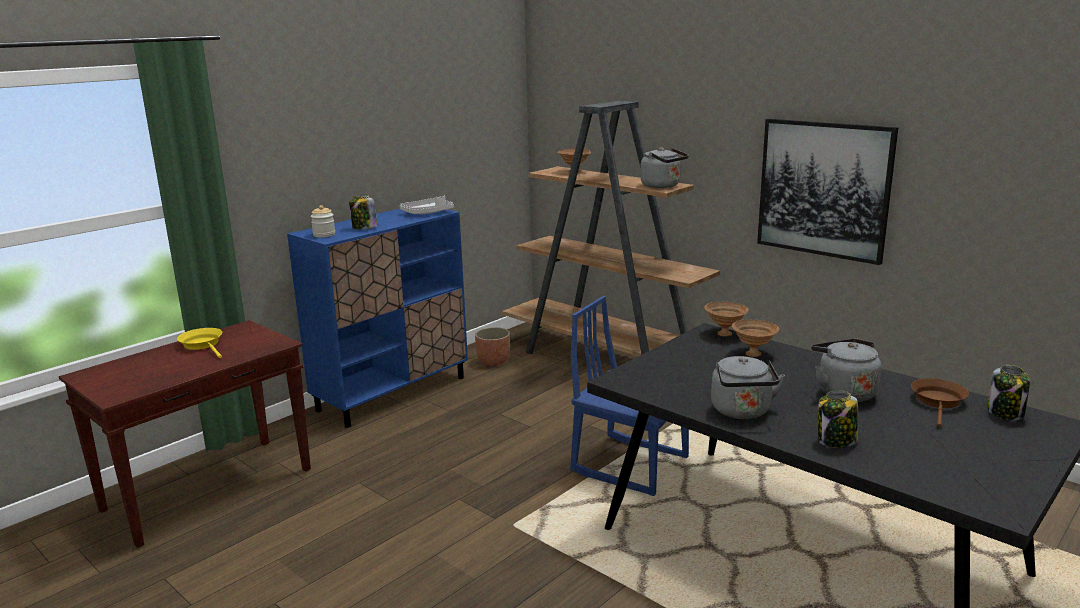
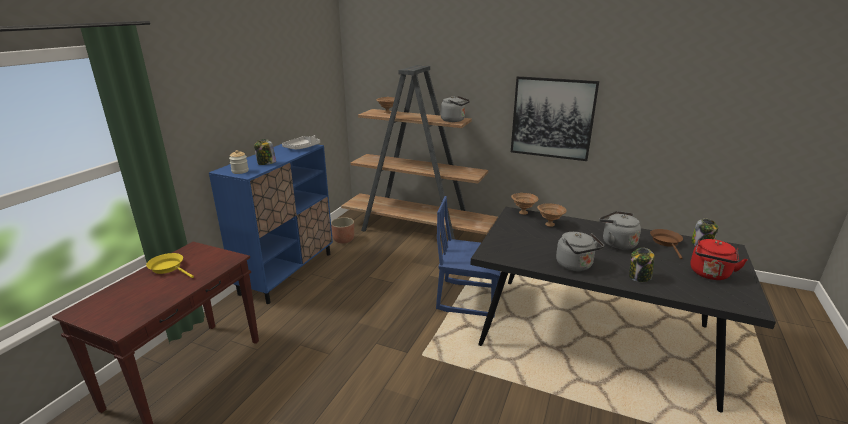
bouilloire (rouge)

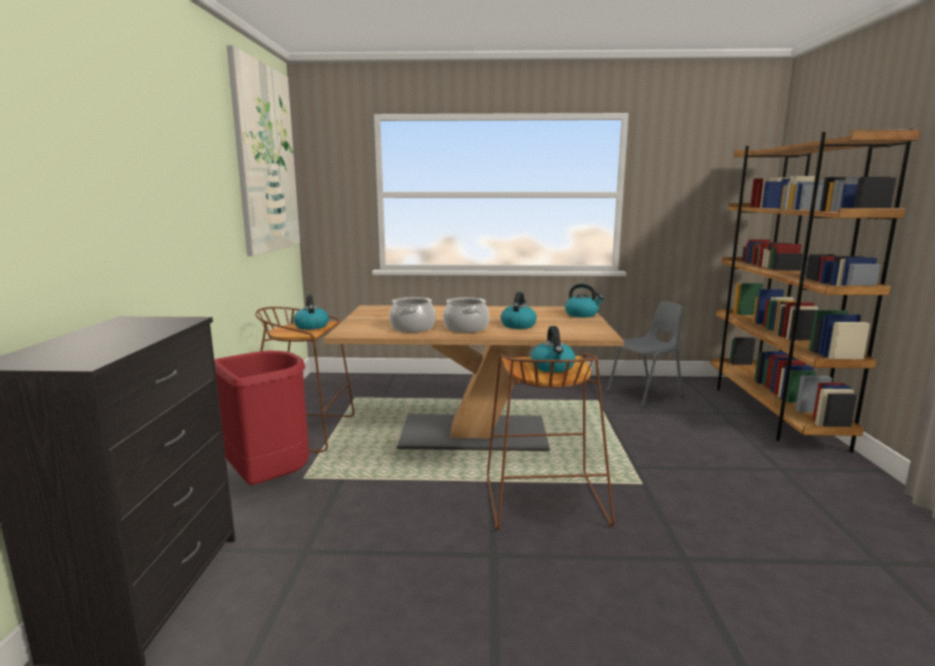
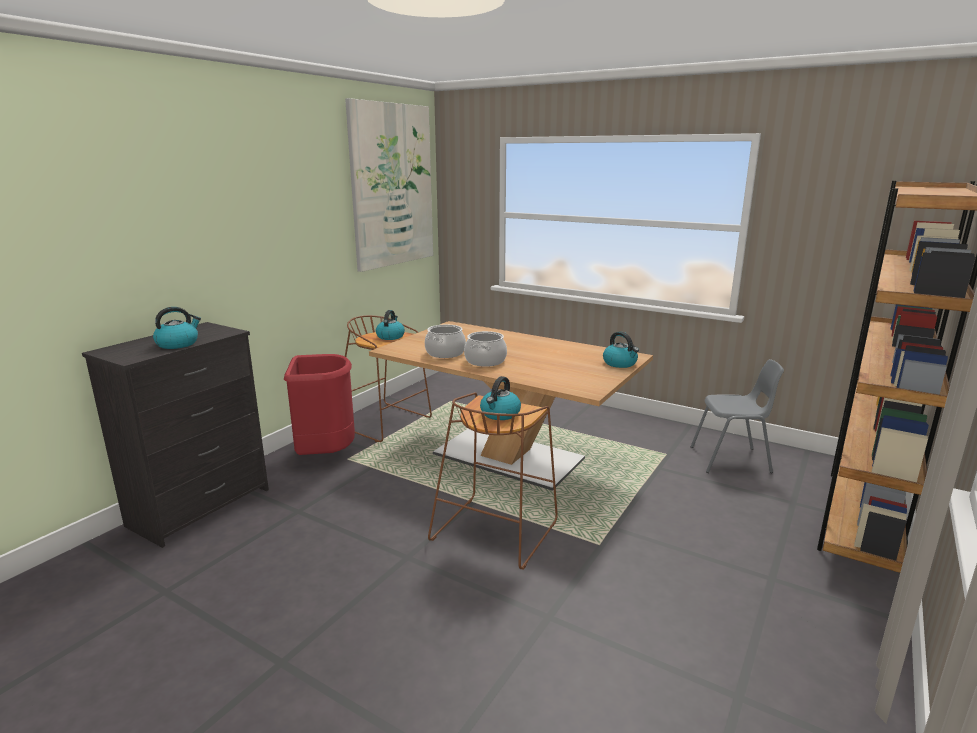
bouilloire (no. 1 from left)

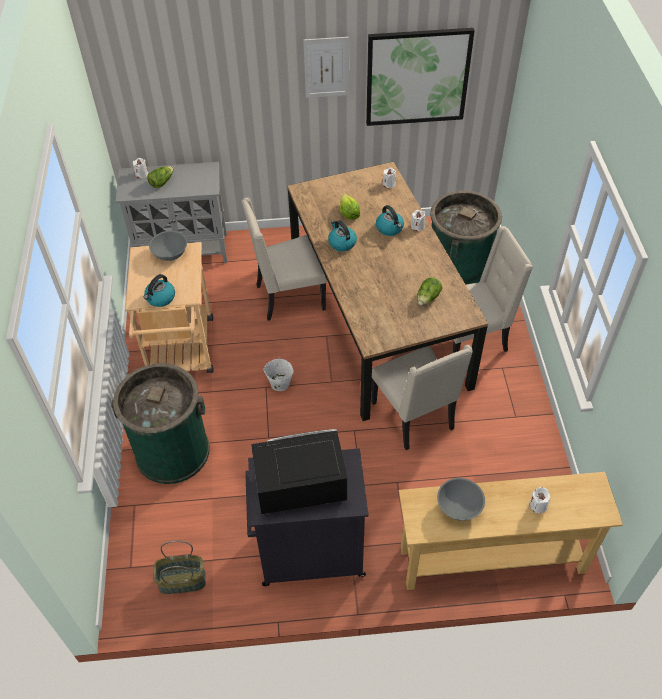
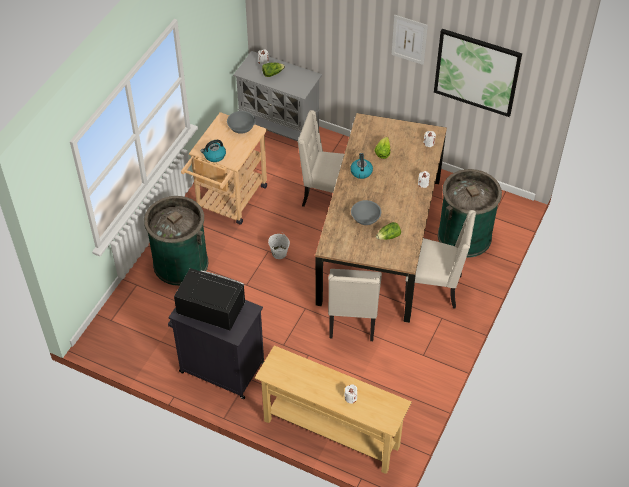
panier; bouilloire (no. 3 from left in the first image); bol (gris) (no. 2 from left)

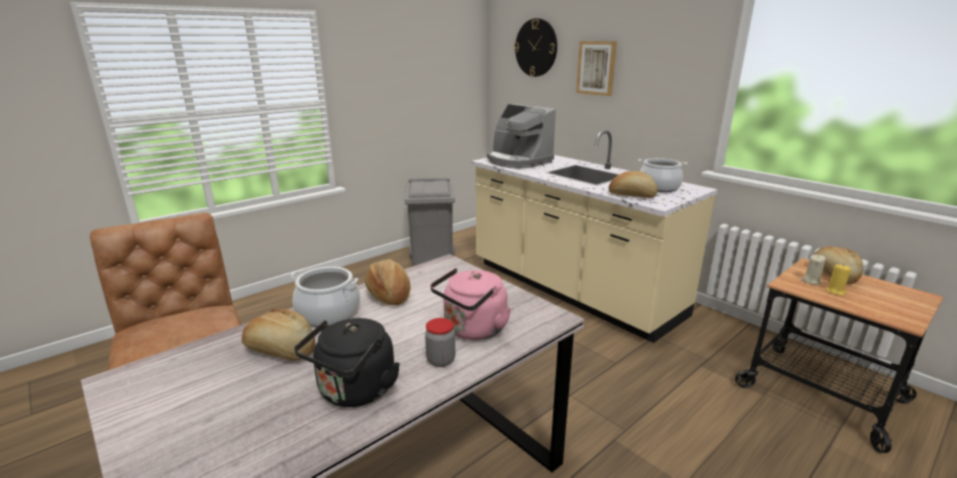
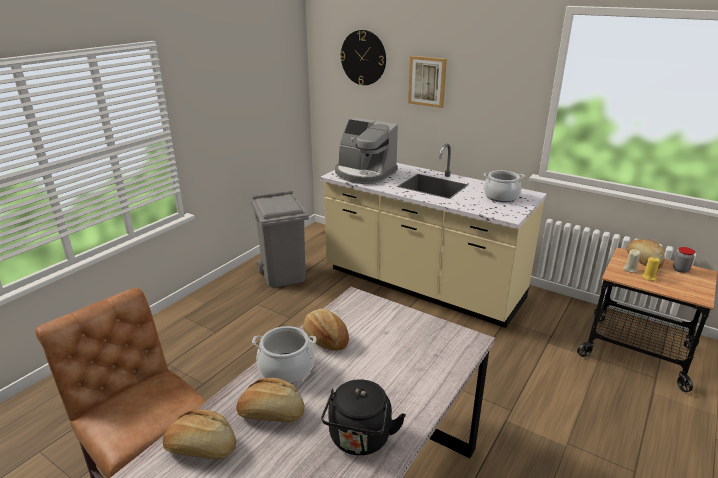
bocal; bouilloire (rose); pain (no. 1 from left)

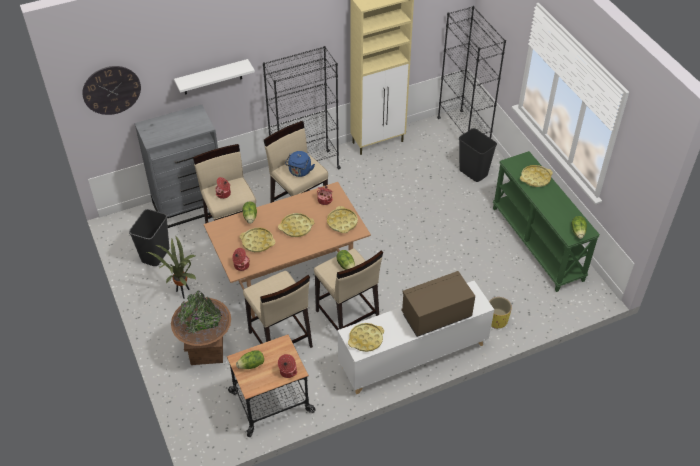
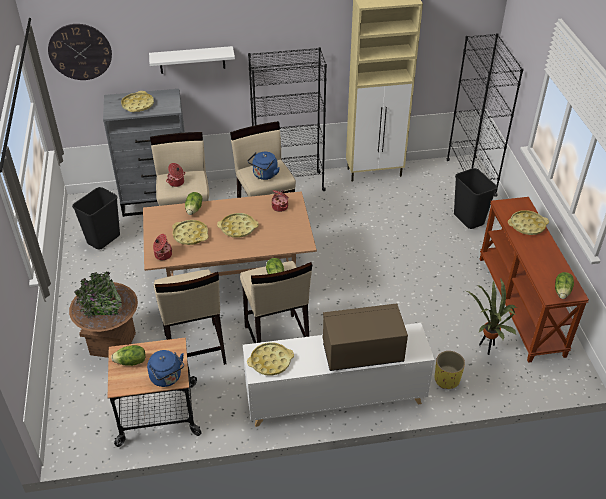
plante en pot; bouilloire (bleu) (no. 1 from left); plateau (jaune) (no. 1 from left); table console (marron)

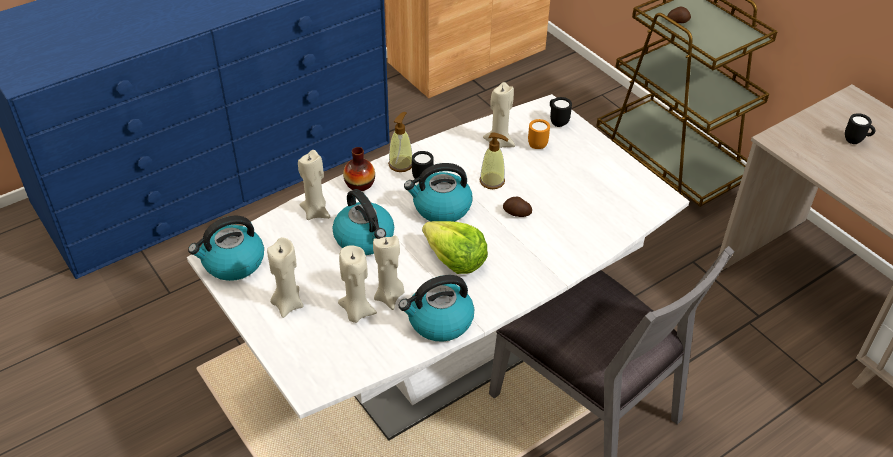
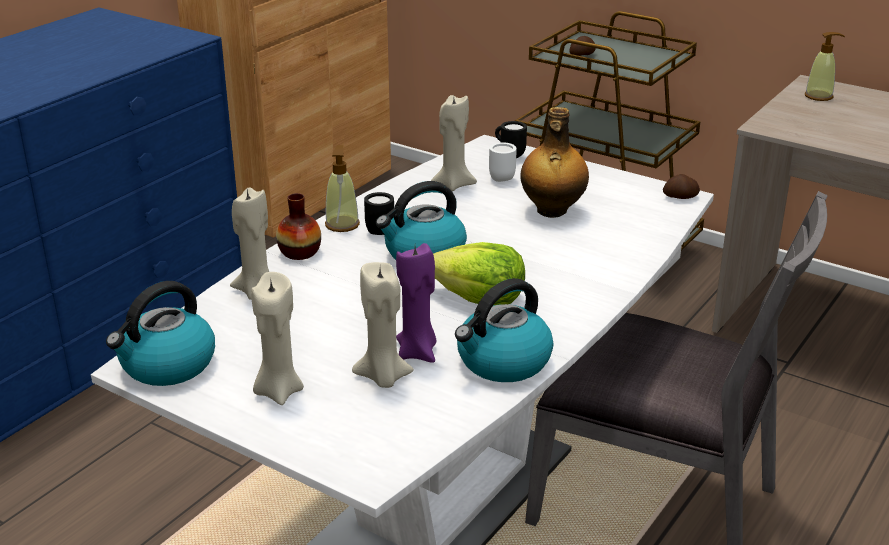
bouilloire (no. 2 from left in the first image); bougie (violet); distributeur de savon (no. 2 from left); pomme de terre (no. 2 from left); mug (blanc); mug (noir) (no. 3 from left in the first image); bouteille

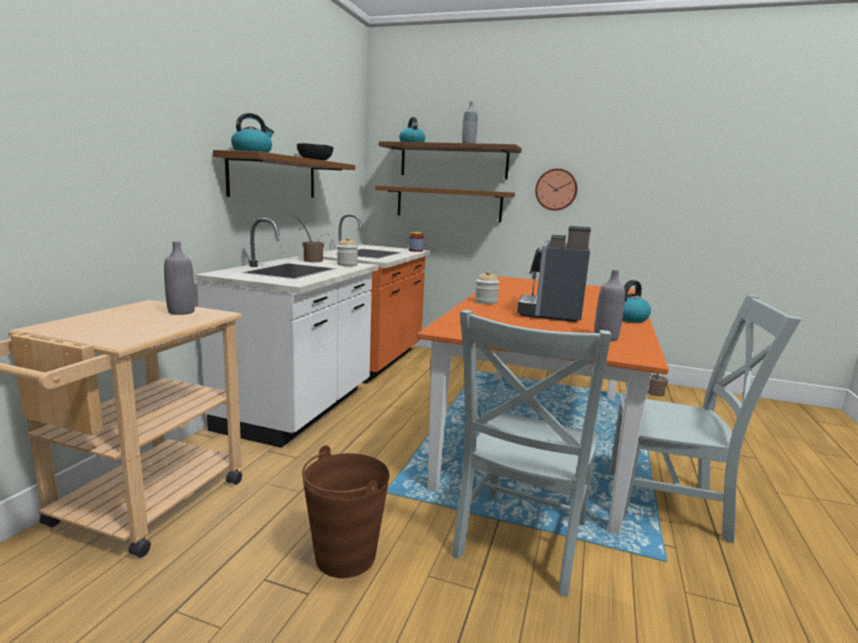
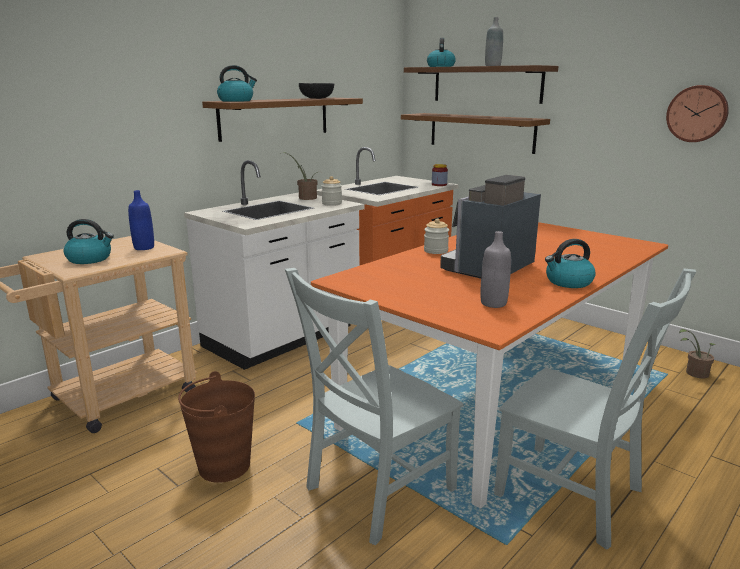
bouteille (bleu); horloge murale; bouilloire (no. 1 from left)

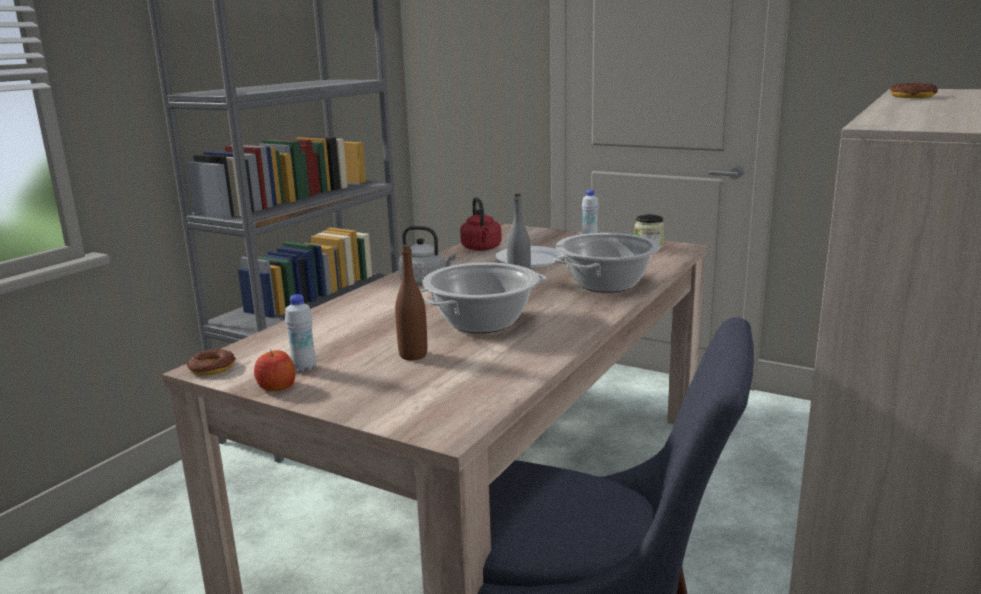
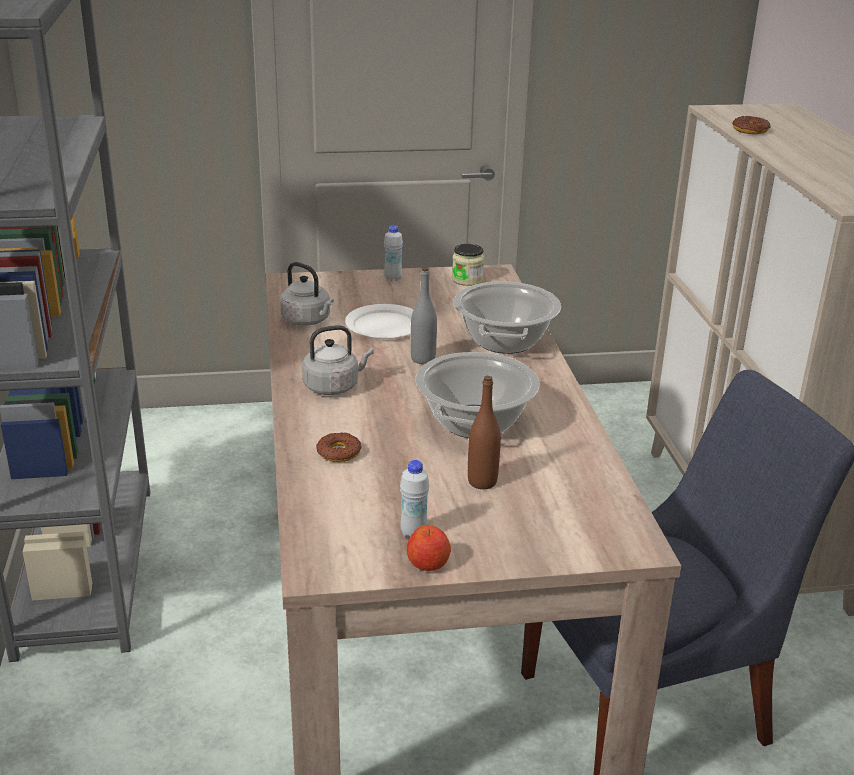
beignet (no. 1 from left); bouilloire (gris) (no. 1 from left)

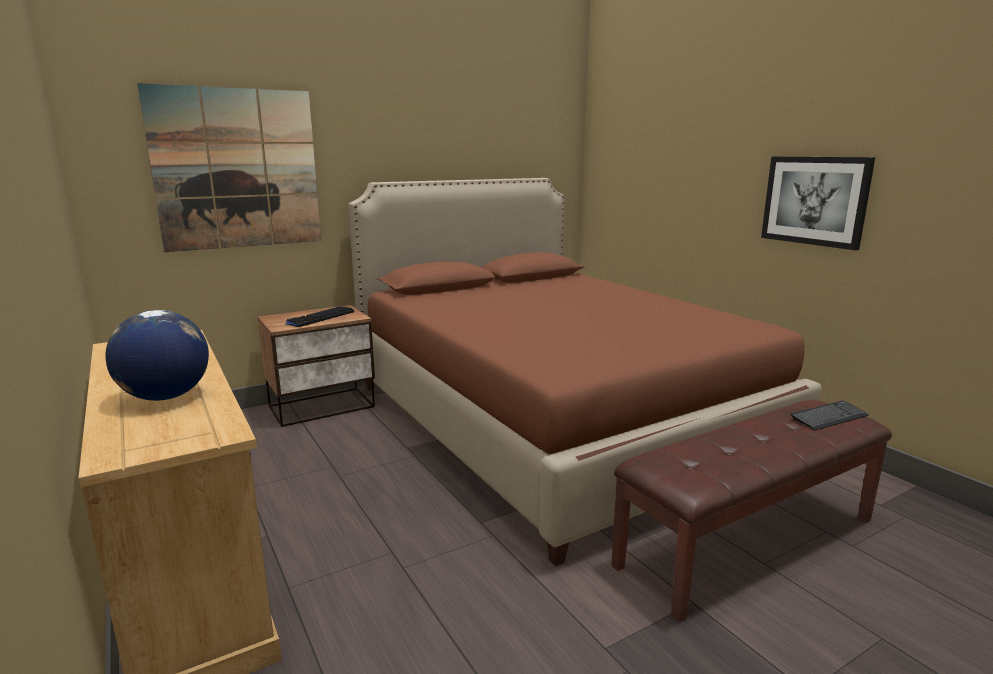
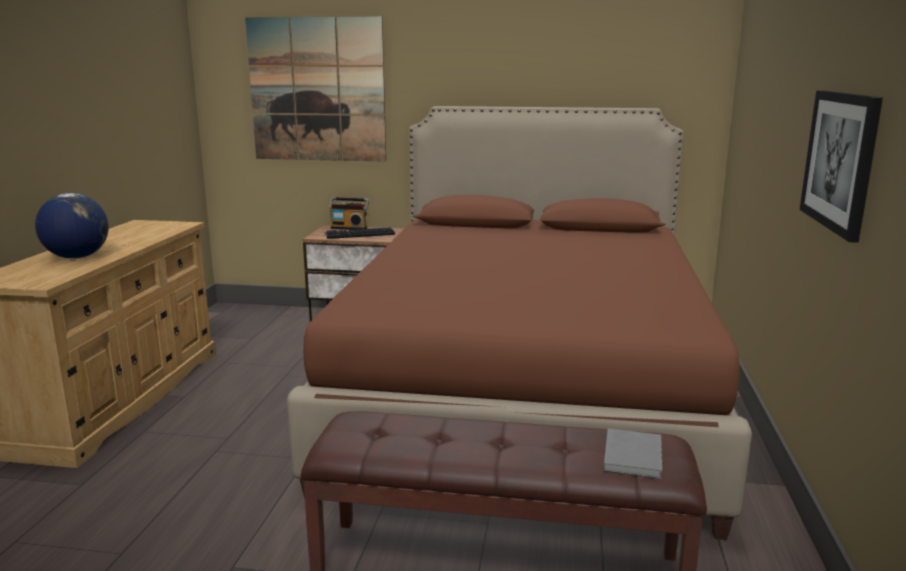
livre (gris); radio

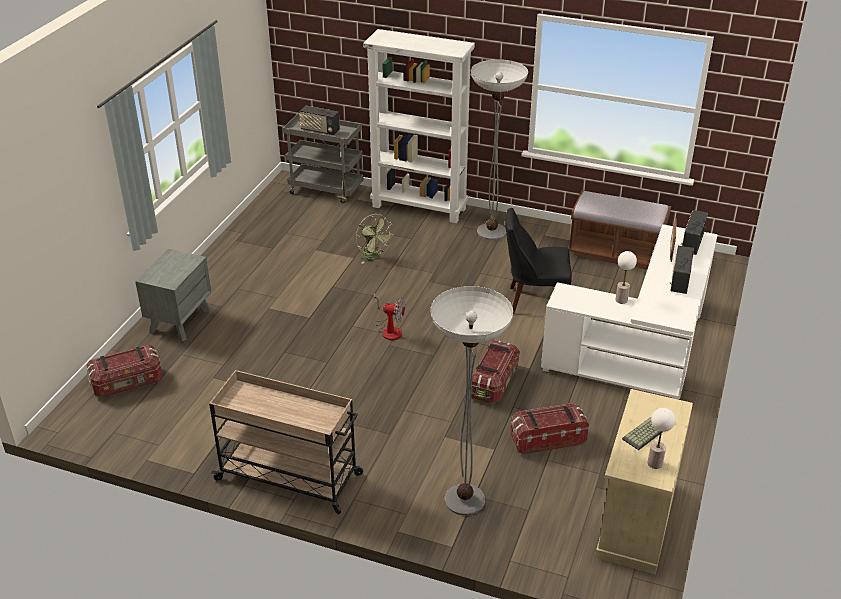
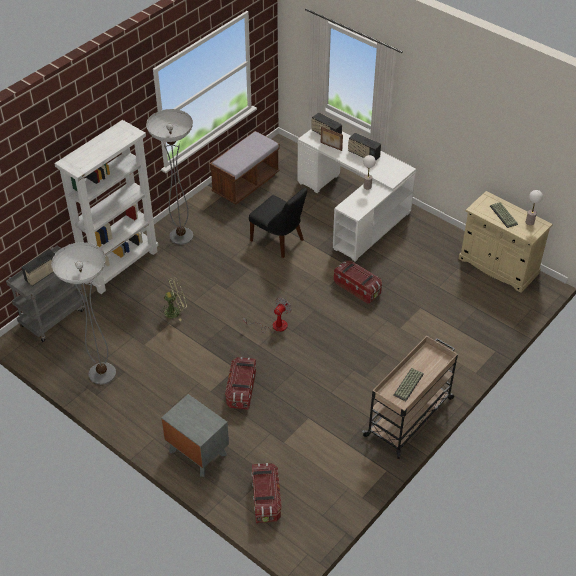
lampadaire (no. 1 from left); chaise (noir); boîte de rangement (no. 1 from left); clavier (no. 1 from left)

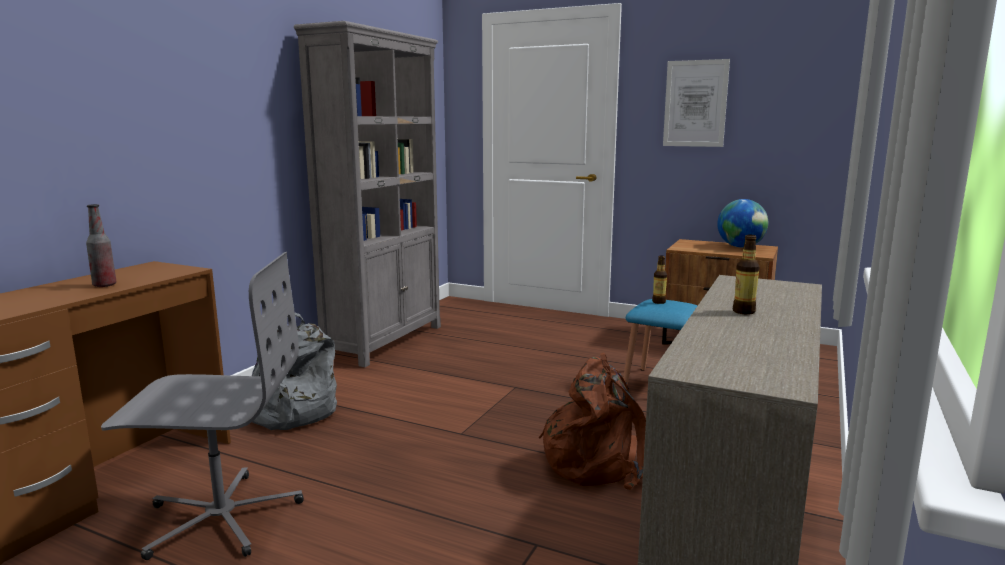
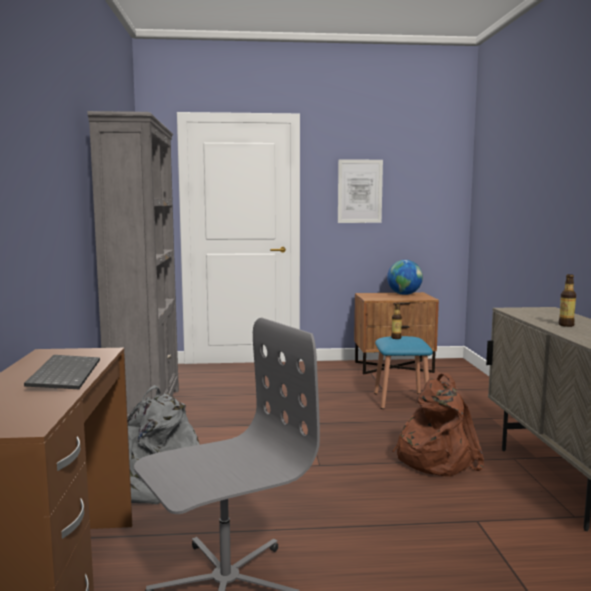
clavier

